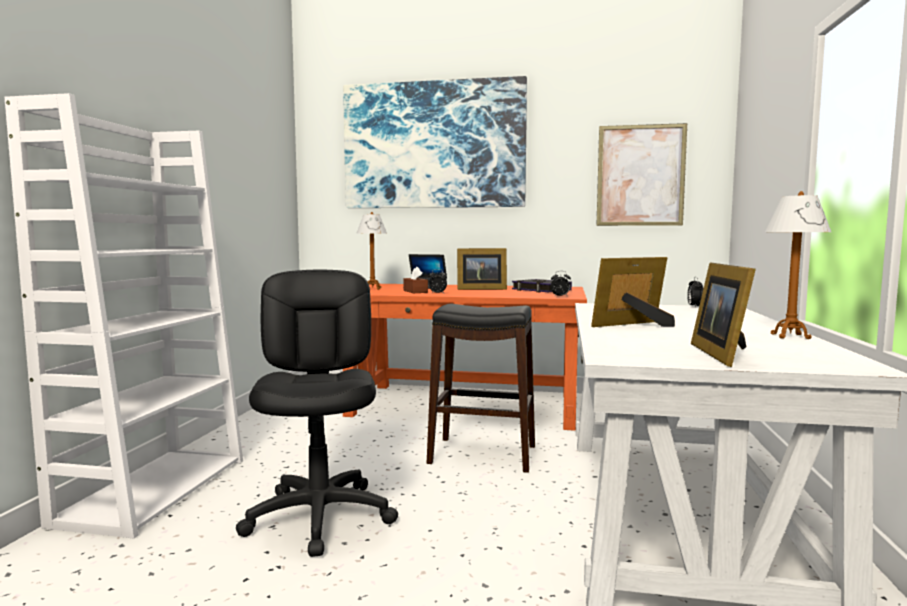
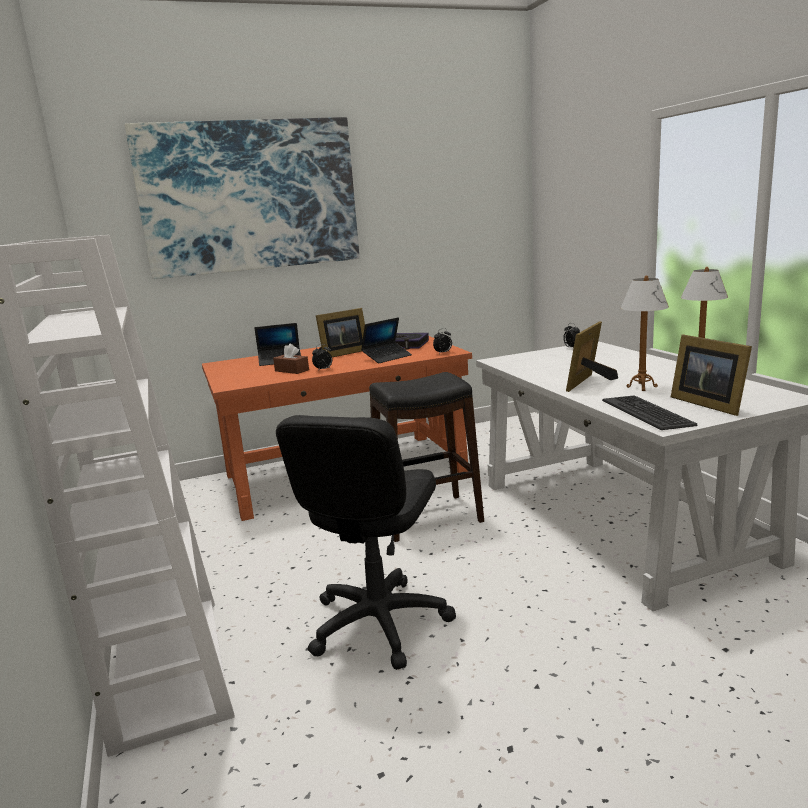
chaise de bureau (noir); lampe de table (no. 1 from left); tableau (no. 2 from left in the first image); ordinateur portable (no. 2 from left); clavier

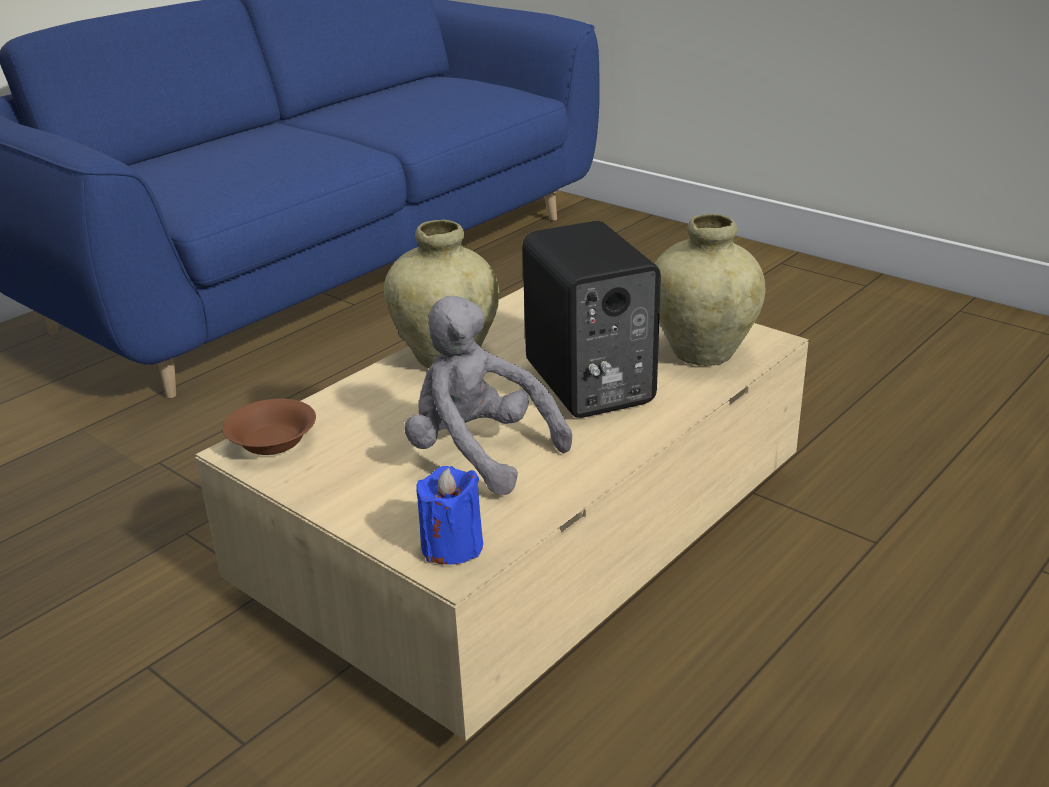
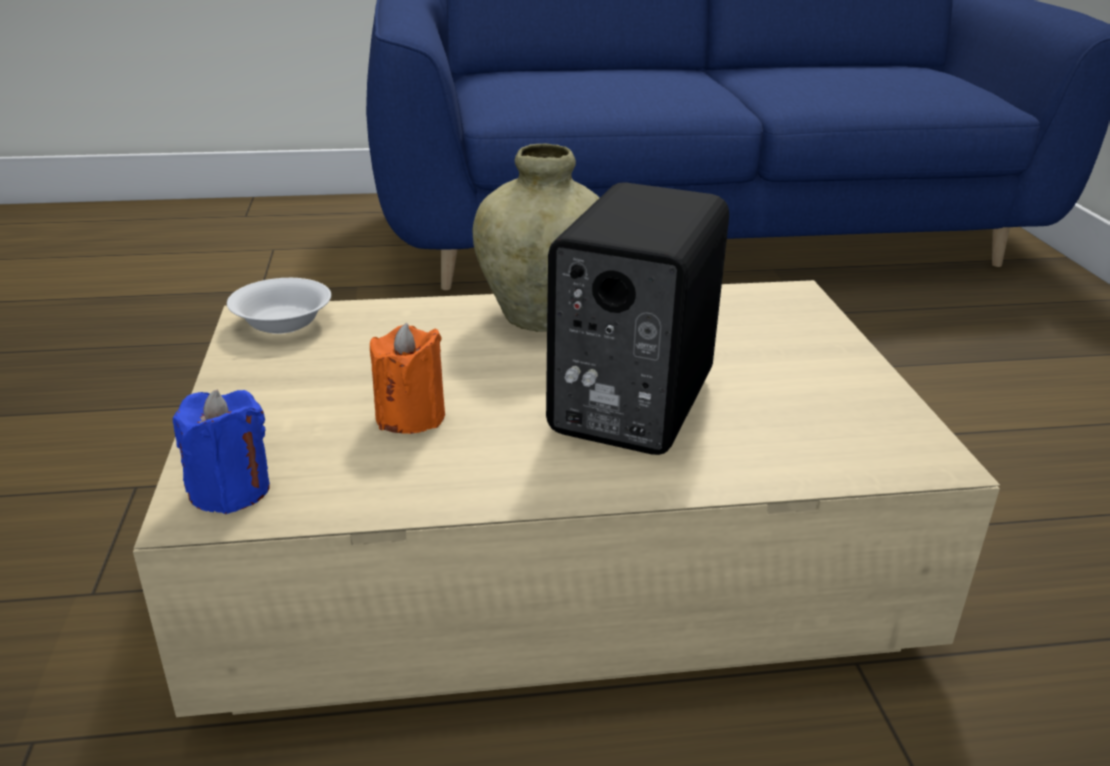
bol (blanc); bougie (orange); vase (beige) (no. 2 from left in the first image)

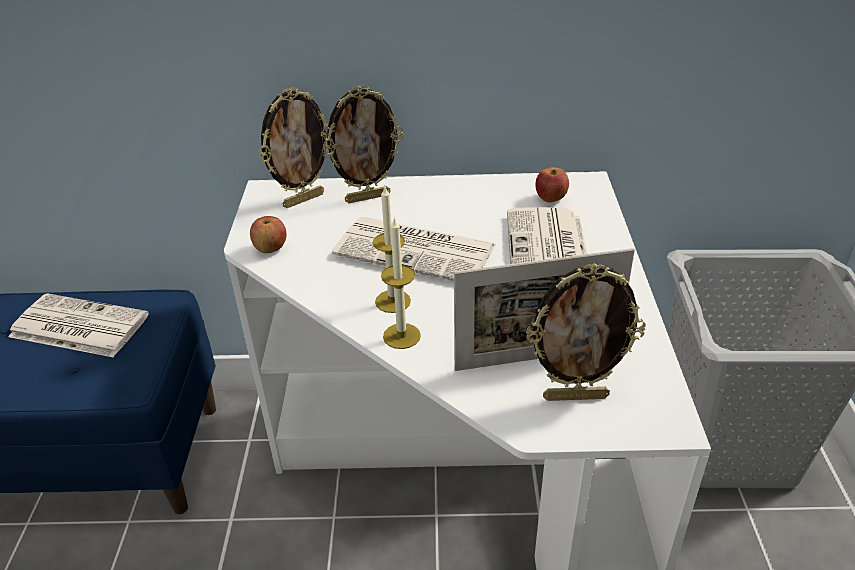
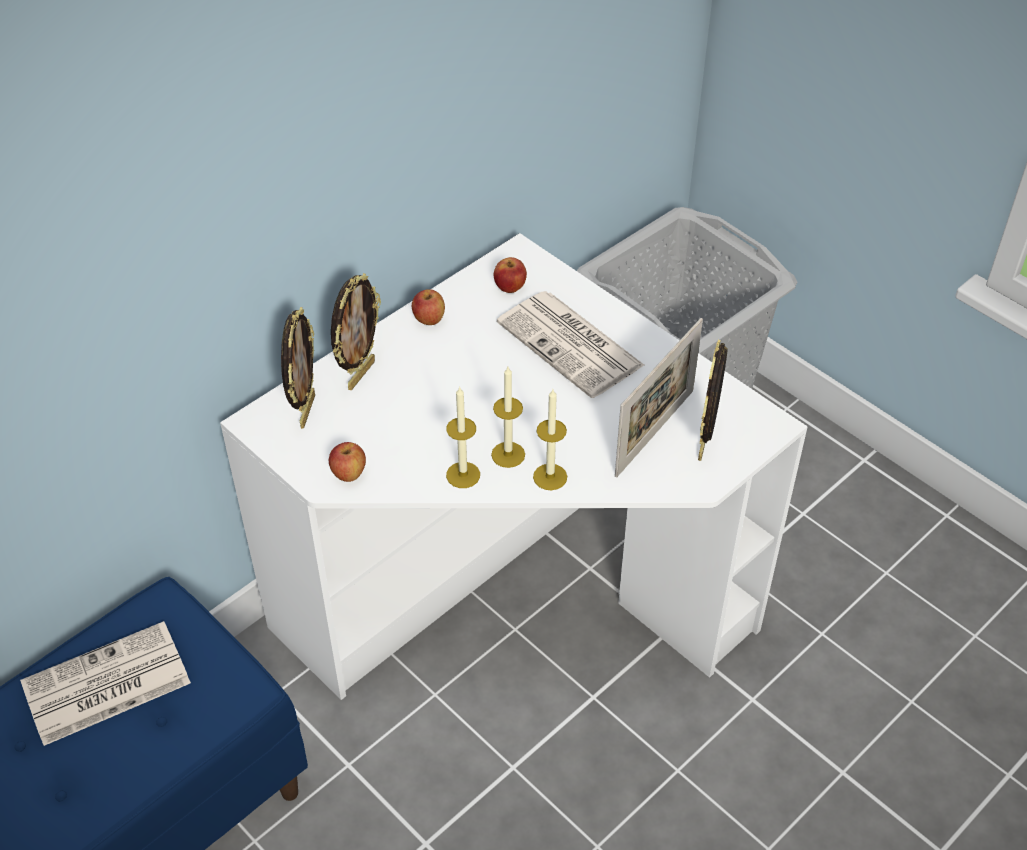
journal (no. 2 from left in the first image); cadre photo (no. 4 from left); pomme (no. 2 from left); bougie (no. 1 from left)

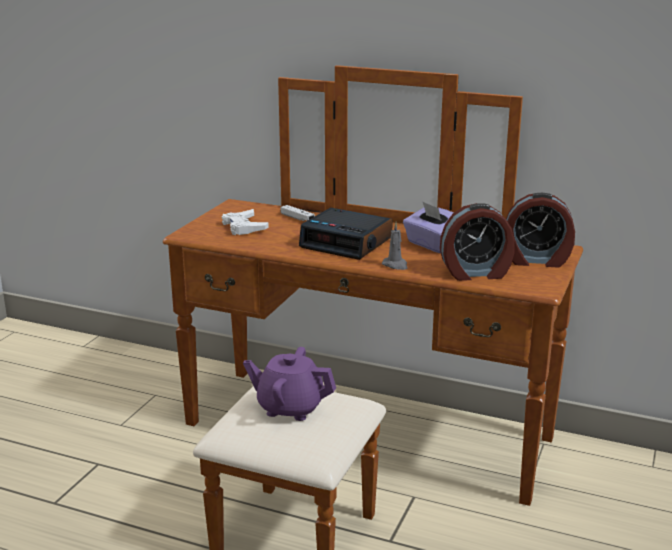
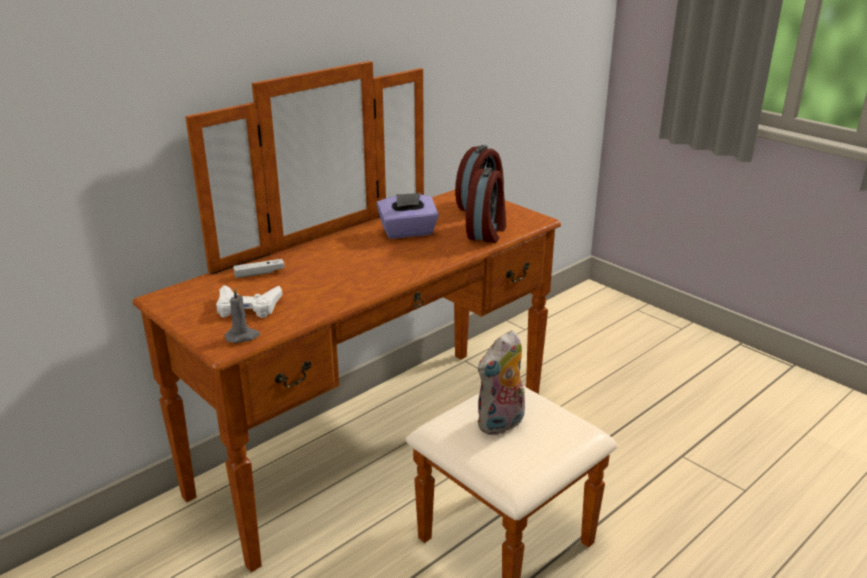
peluche; réveil (no. 1 from left in the first image); bougie (gris)

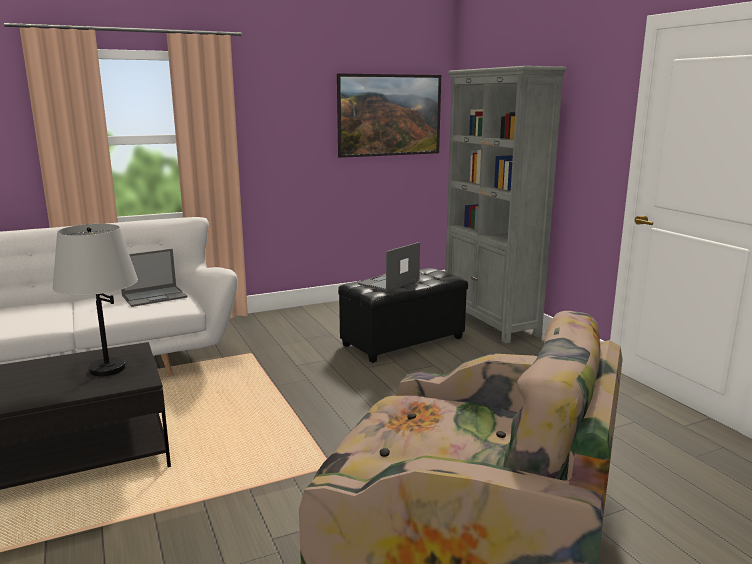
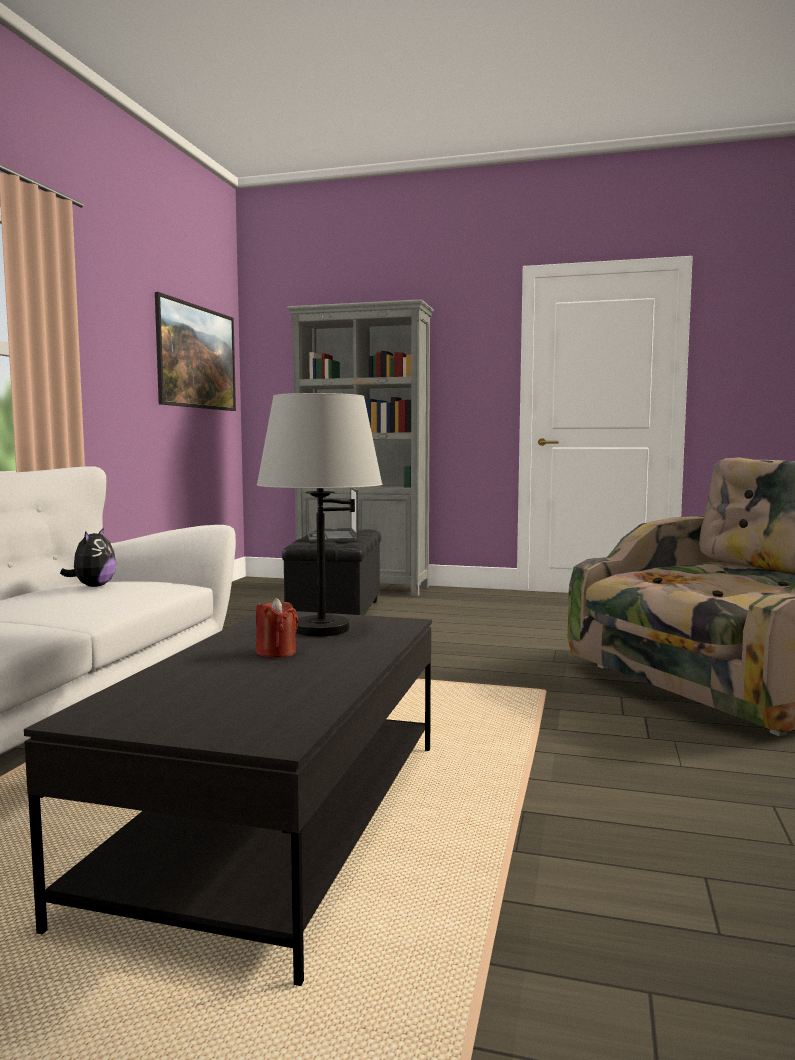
peluche; bougie (rouge)

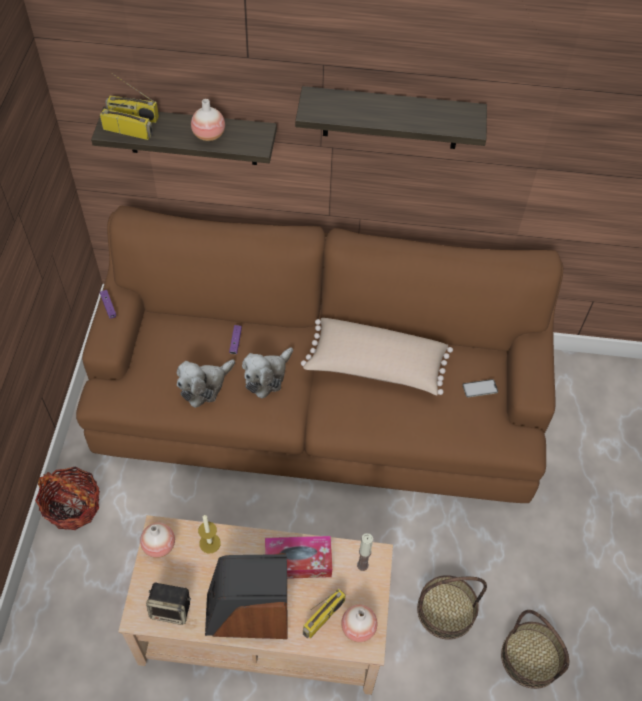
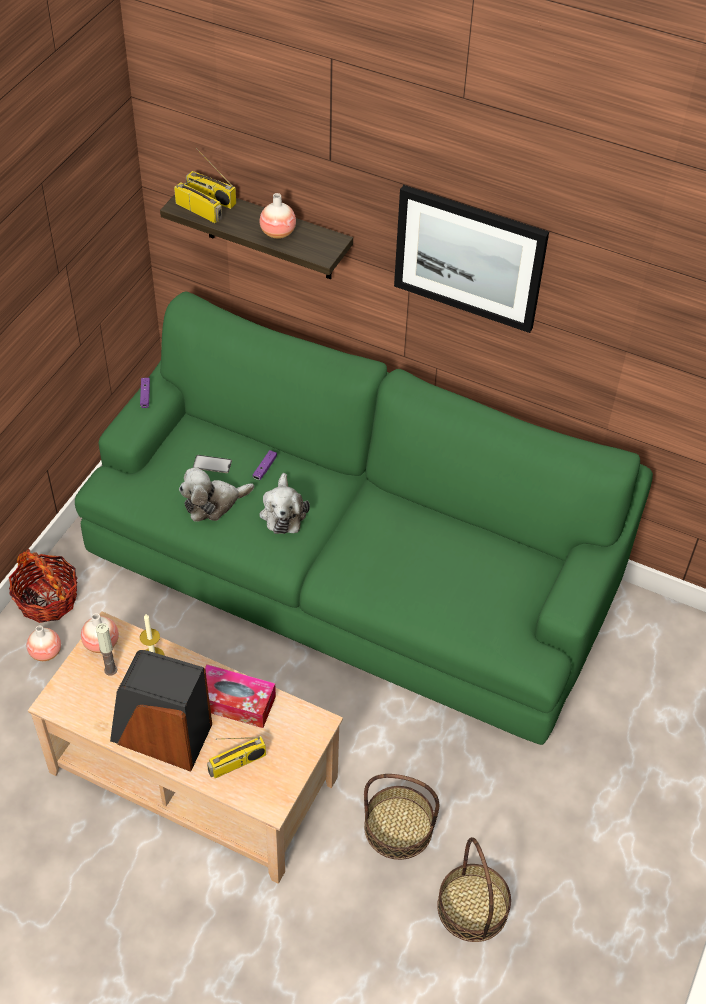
canapé (vert); enceinte (no. 1 from left in the first image); peluche (no. 2 from left); tableau; coussin (beige); vase (no. 1 from left); bougie (no. 1 from left); téléphone

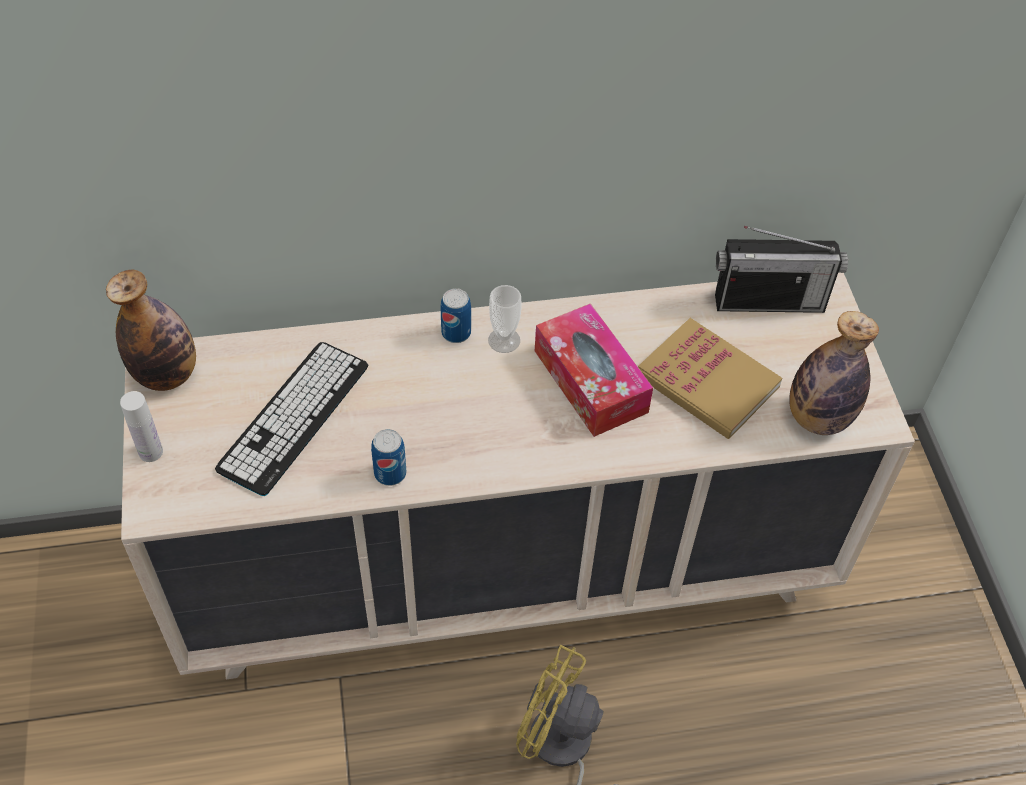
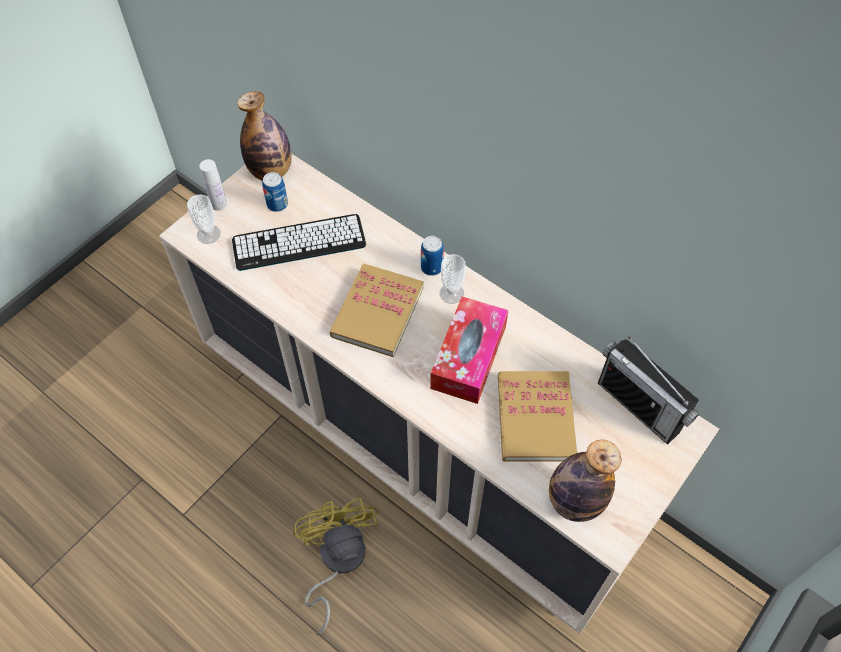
boîte métallique (no. 1 from left); tasse (no. 1 from left); livre (no. 1 from left)

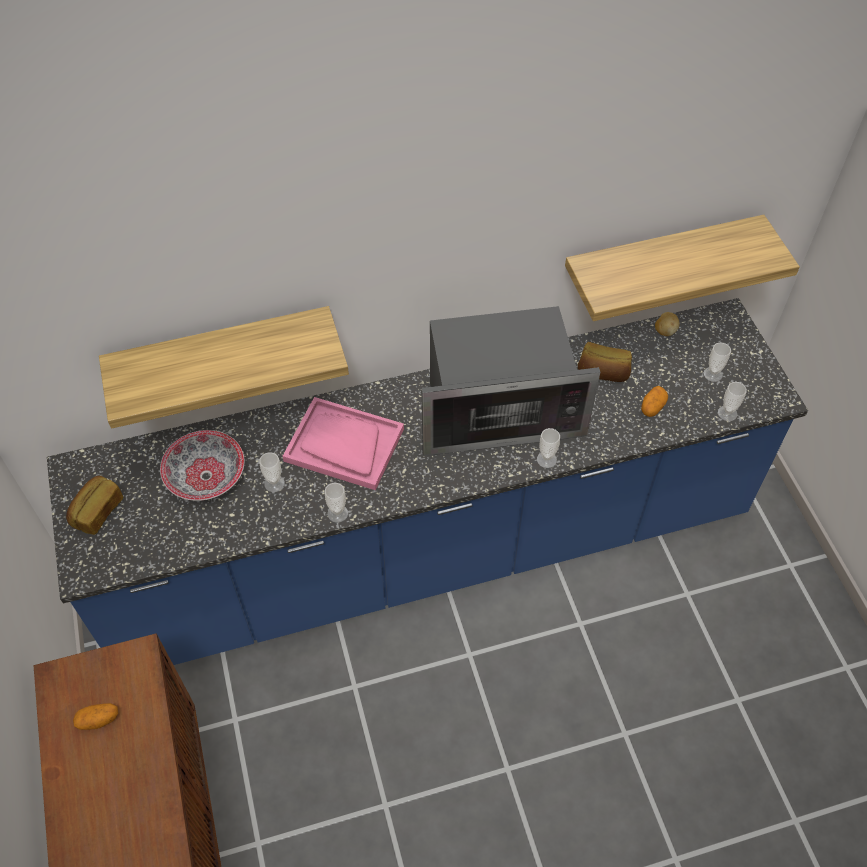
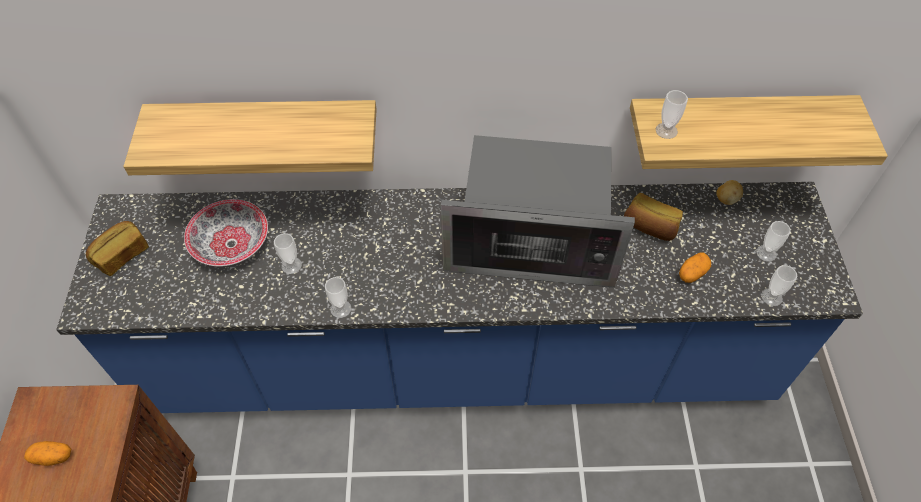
plateau (rose); tasse (no. 3 from left)

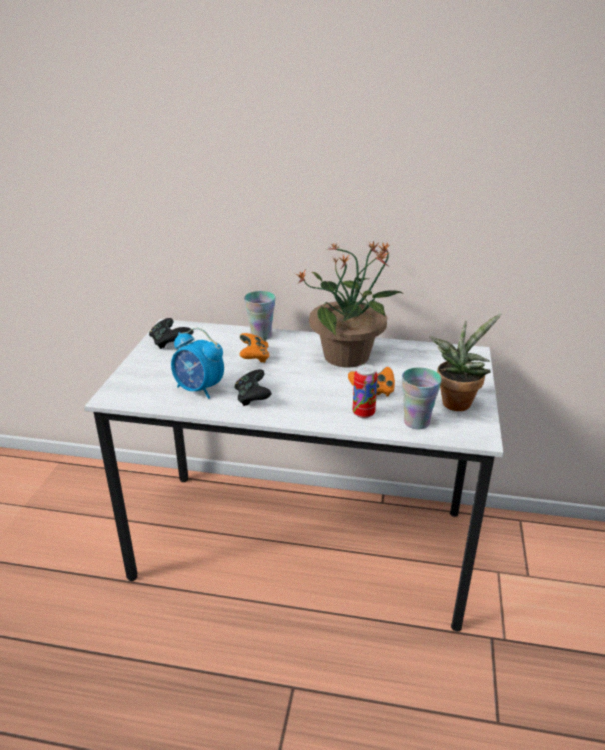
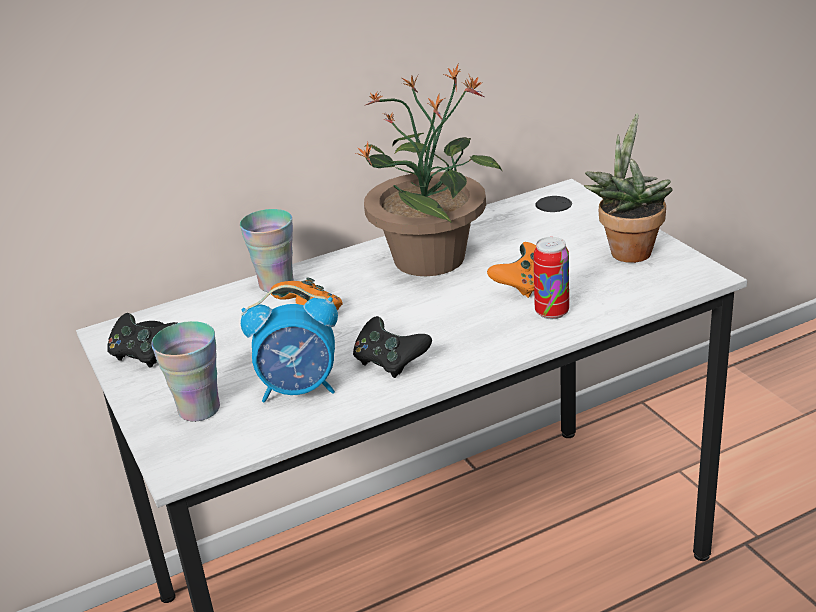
tasse (no. 1 from left)

